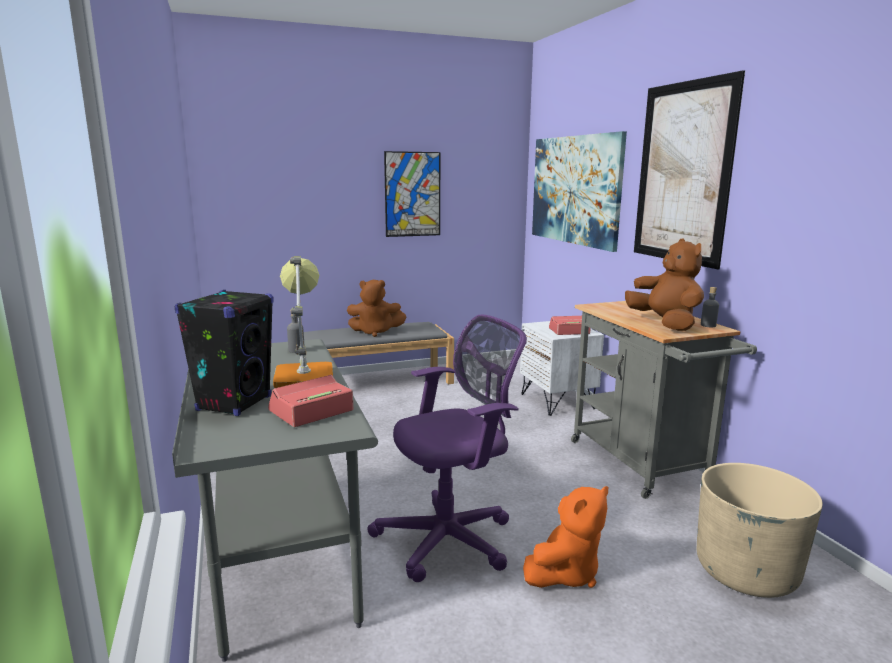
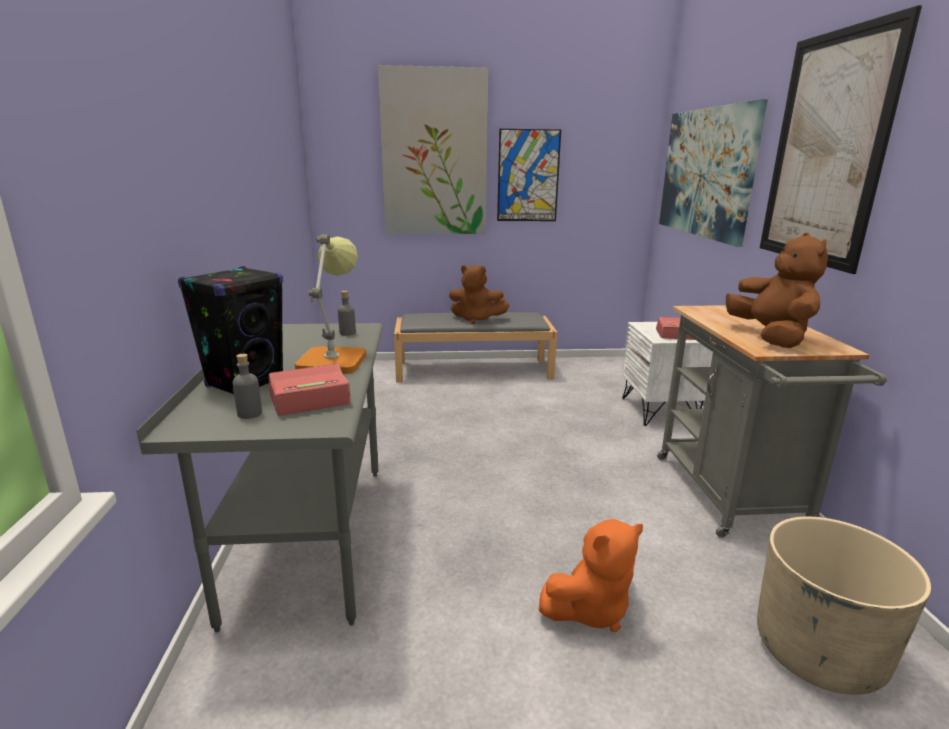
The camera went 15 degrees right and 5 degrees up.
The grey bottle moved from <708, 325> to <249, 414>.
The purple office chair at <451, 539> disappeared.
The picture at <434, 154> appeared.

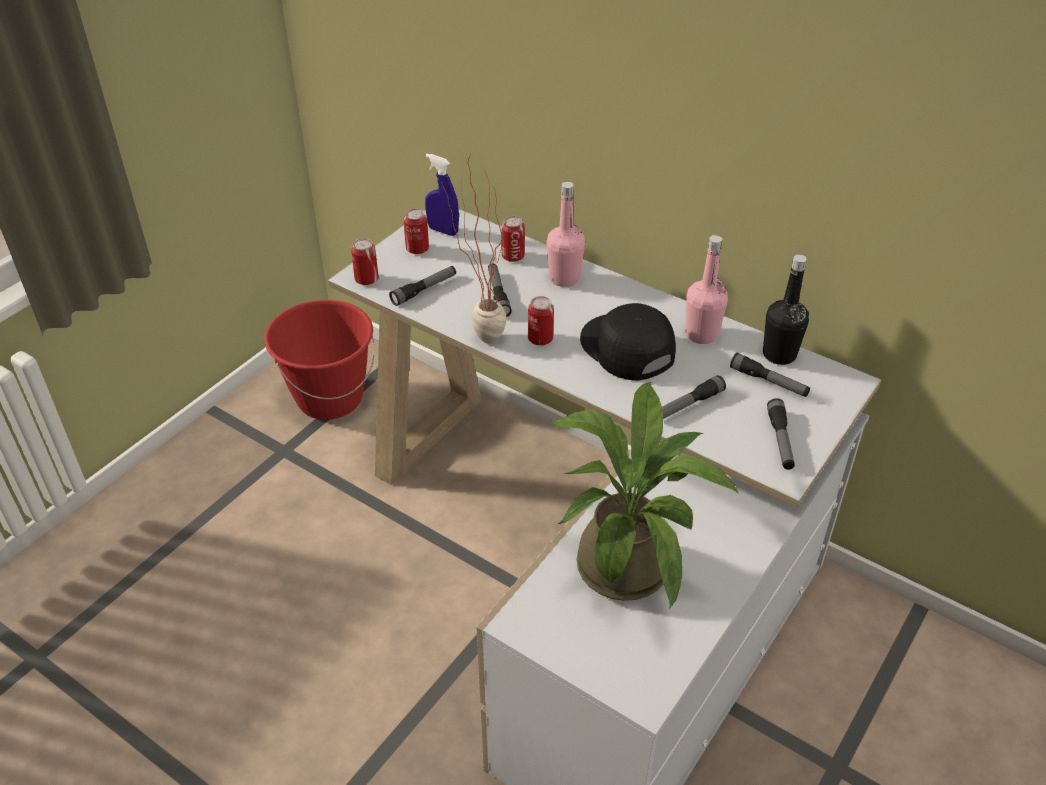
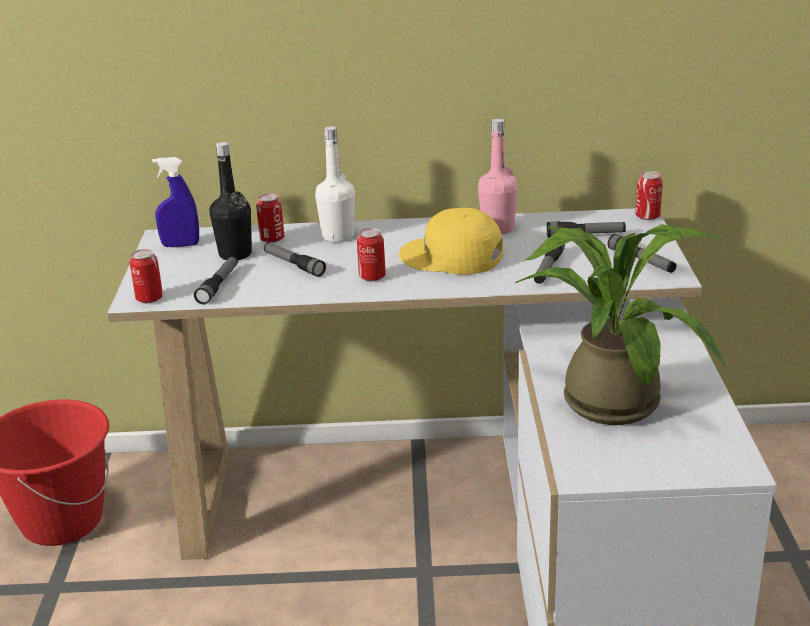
The camera went 35 degrees left and 15 degrees down.
The potted plant at <479, 336> disappeared.
The pink bottle at <564, 278> became the white bottle at <338, 236>.
The can moved from <417, 249> to <647, 216>.
The black bottle moved from <779, 354> to <235, 254>.
The black cap at <626, 348> became the yellow cap at <451, 257>.

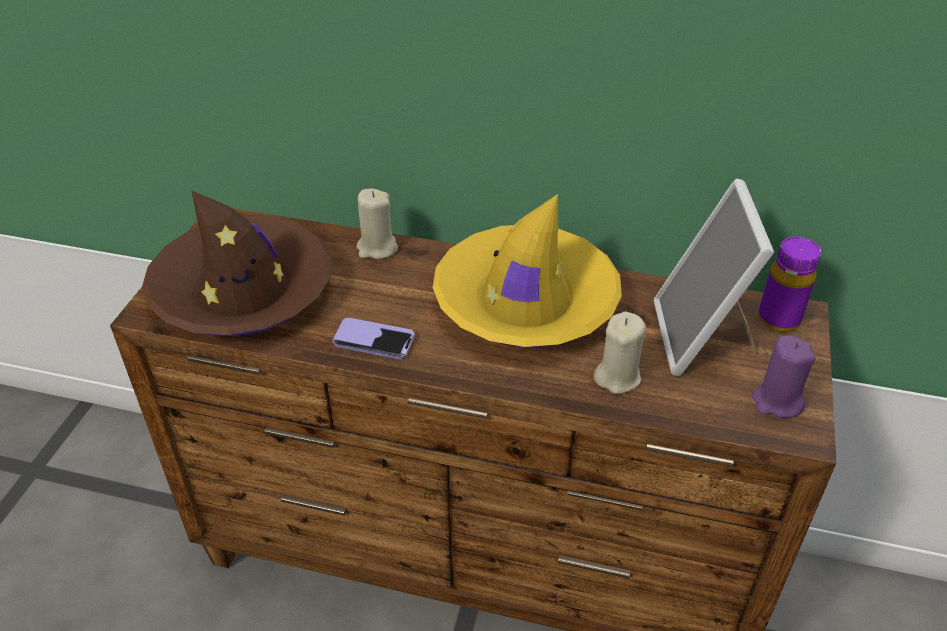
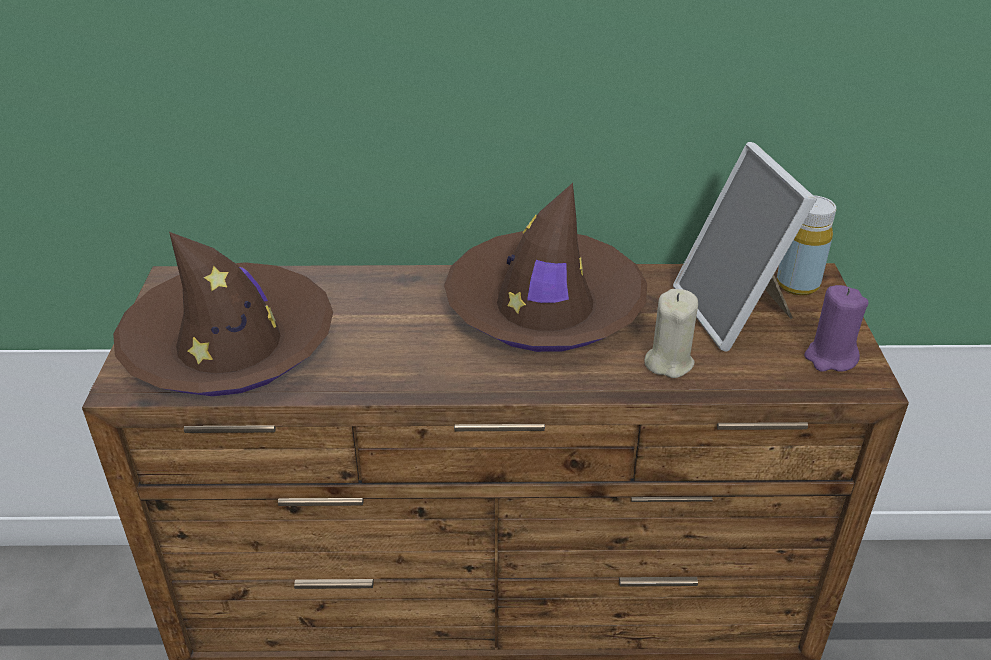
The camera went 15 degrees left and 5 degrees down.
The beige candle at <377, 248> disappeared.
The yellow hat at <525, 302> became the brown hat at <544, 308>.
The purple bottle at <778, 319> became the yellow bottle at <797, 284>.
The phone at <374, 340> disappeared.

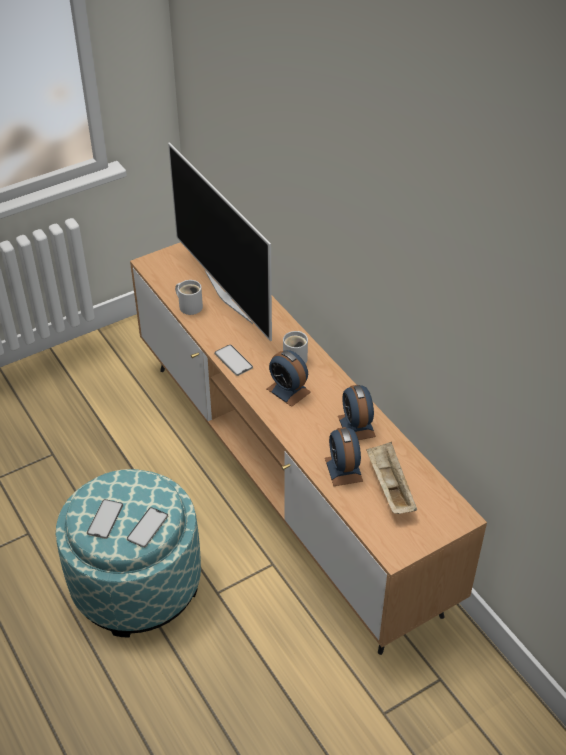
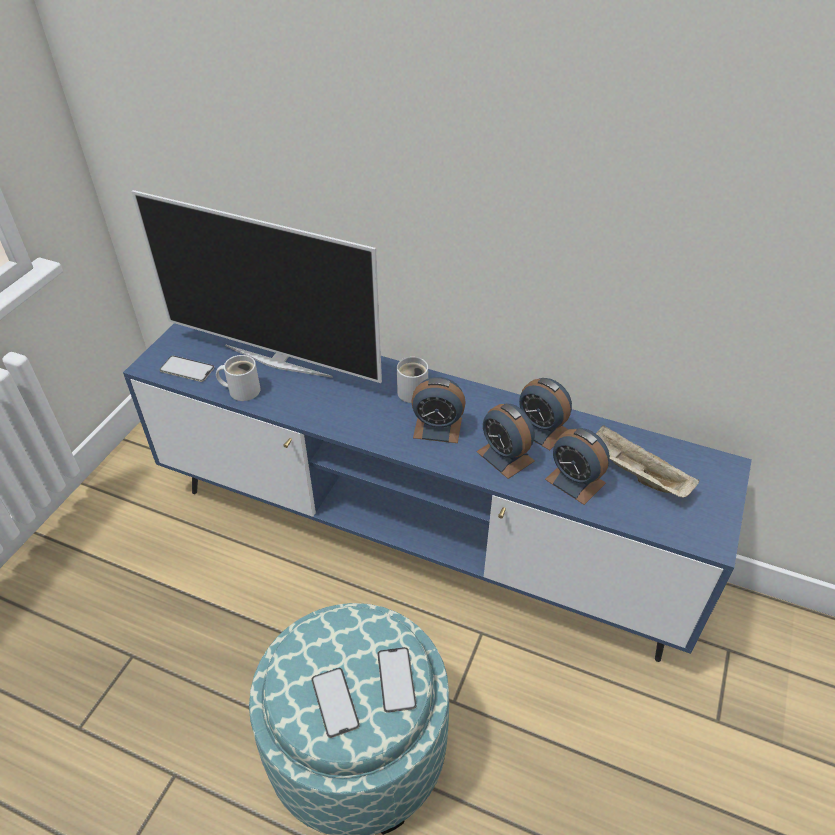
The camera went 35 degrees left and 0 degrees up.
The brown tv stand at <285, 480> became the blue tv stand at <418, 537>.
The phone moved from <233, 360> to <187, 369>.
The alarm clock at <505, 456> appeared.

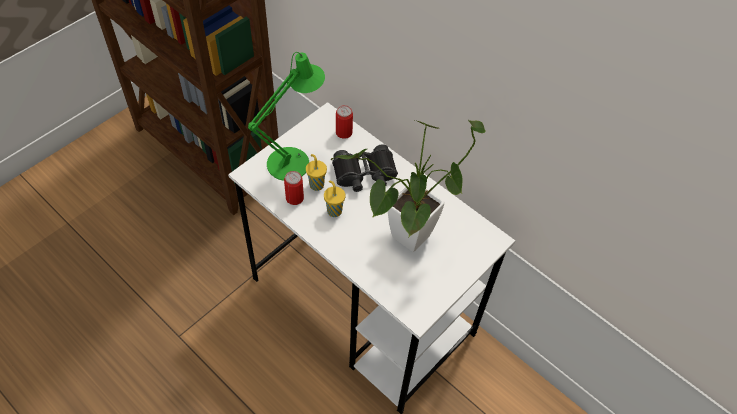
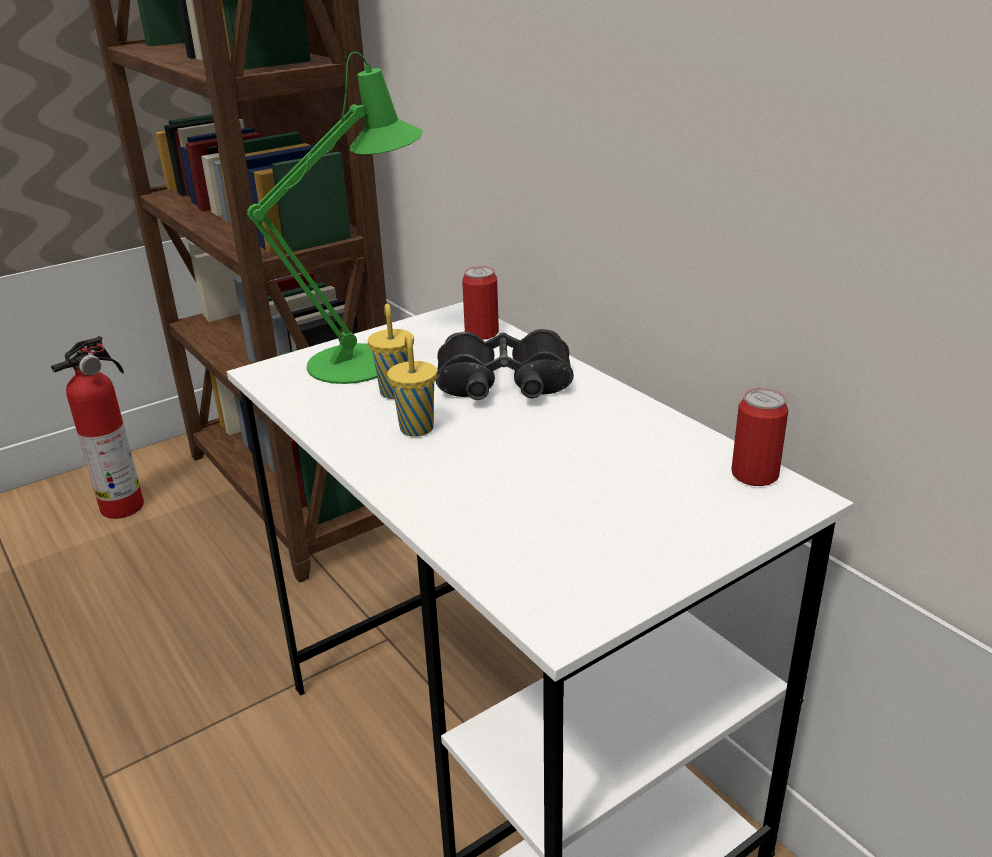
The camera went 15 degrees right and 25 degrees down.
The potted plant at <404, 242> disappeared.
The can moved from <294, 198> to <754, 475>.
The fire extinguisher at <125, 505> appeared.

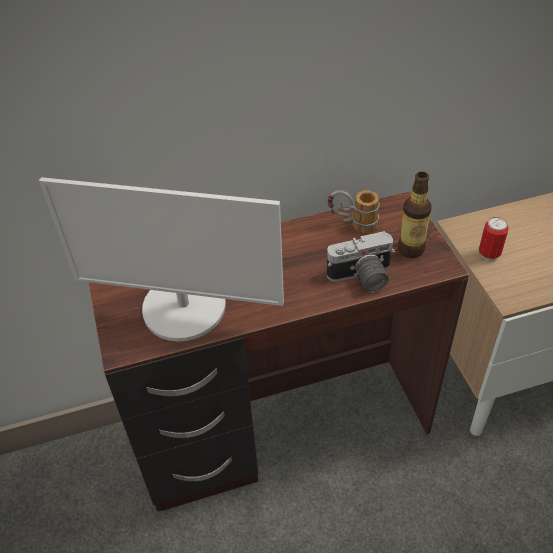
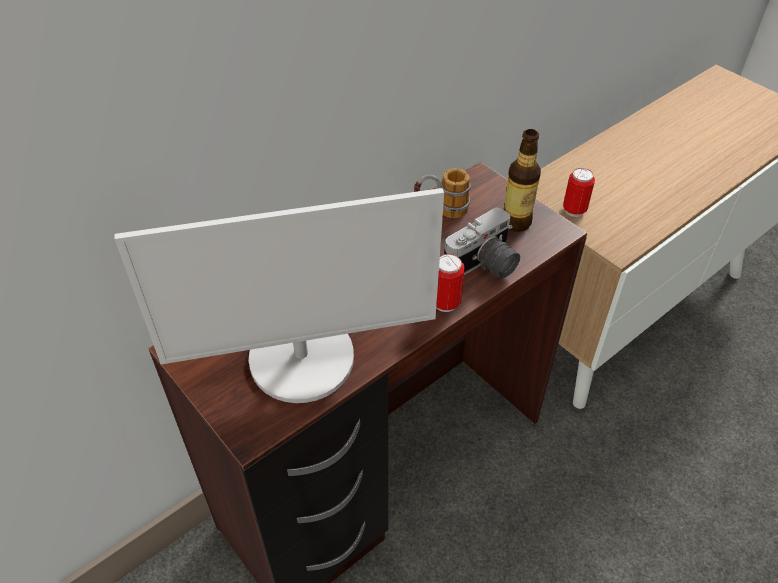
The camera went 25 degrees left and 0 degrees up.
The can at <445, 303> appeared.

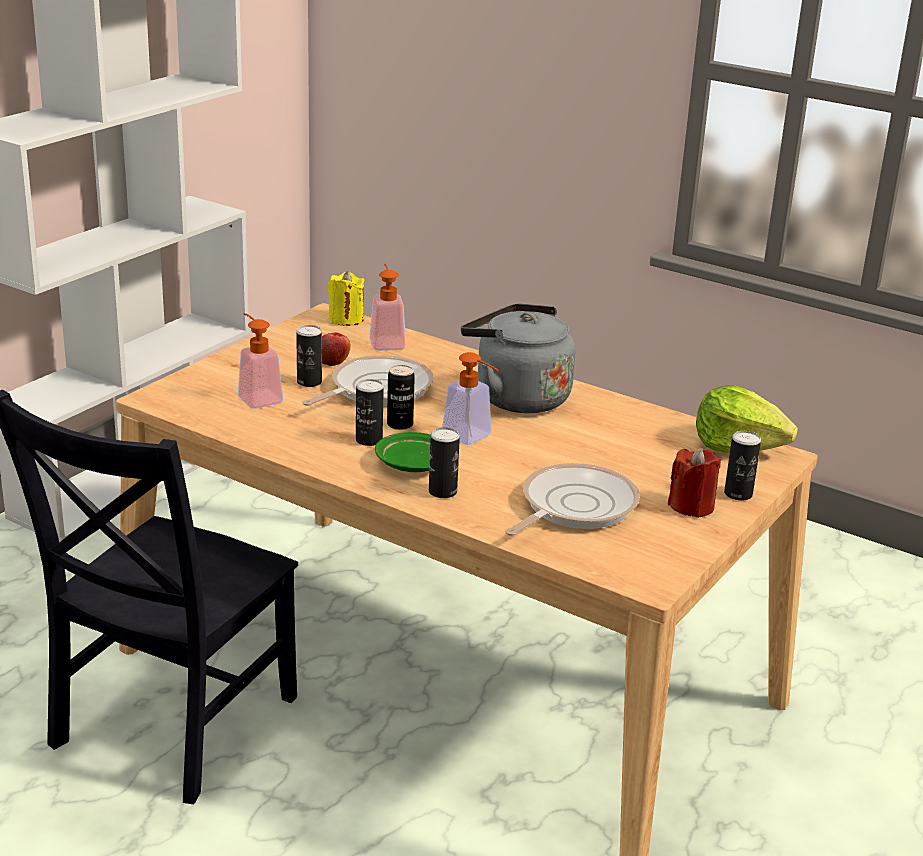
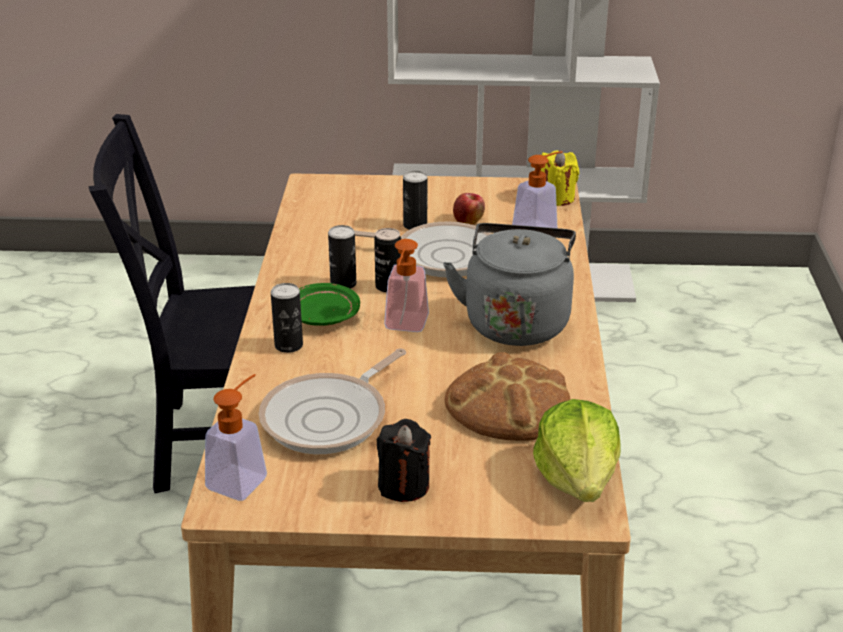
The camera went 60 degrees right and 5 degrees up.
The soap dispenser moved from <257, 397> to <243, 477>.
The can at <738, 494> disappeared.
The red candle at <691, 506> became the black candle at <403, 485>.
The frying pan at <573, 507> turned 120 degrees clockwise.
The bread at <508, 404> appeared.

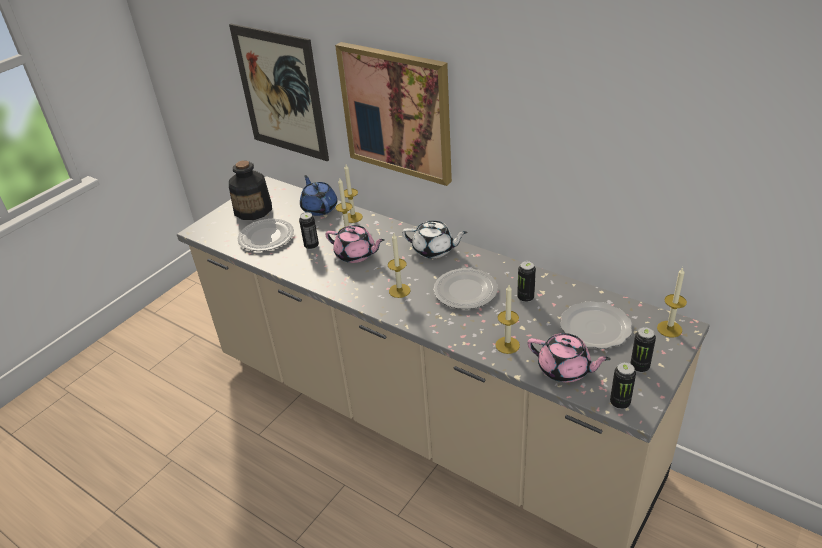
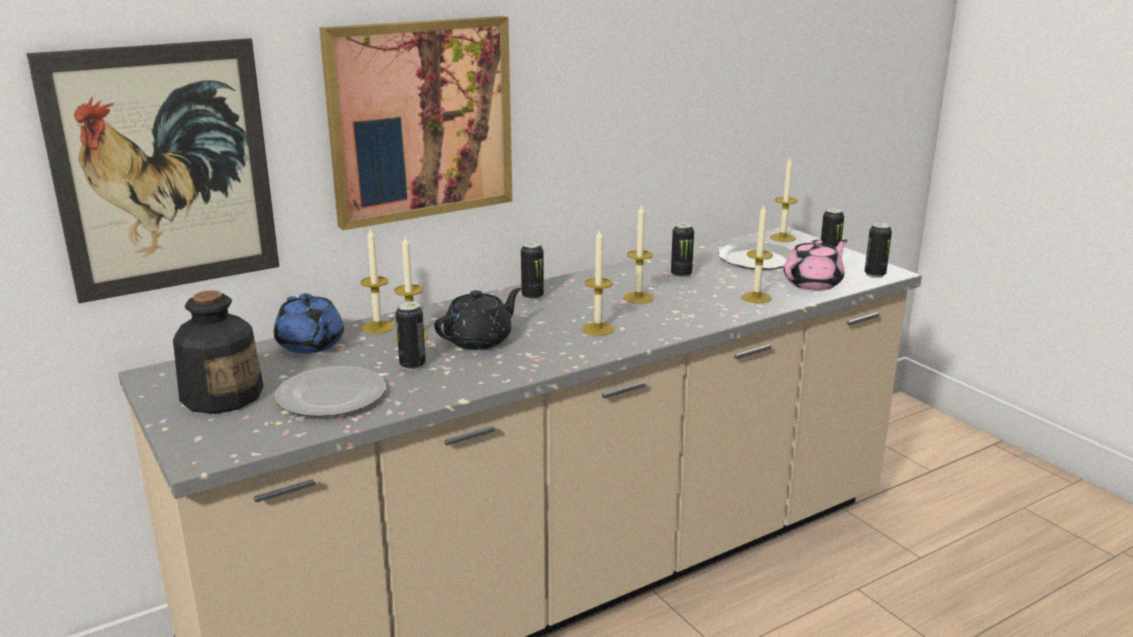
The camera went 70 degrees left and 15 degrees down.
The blue teapot at <319, 208> turned 120 degrees counterclockwise.
The white teapot at <434, 250> was replaced by the can at <532, 297>.
The pink teapot at <356, 255> became the black teapot at <479, 340>.
The plate at <464, 291> was replaced by the candle at <638, 298>.

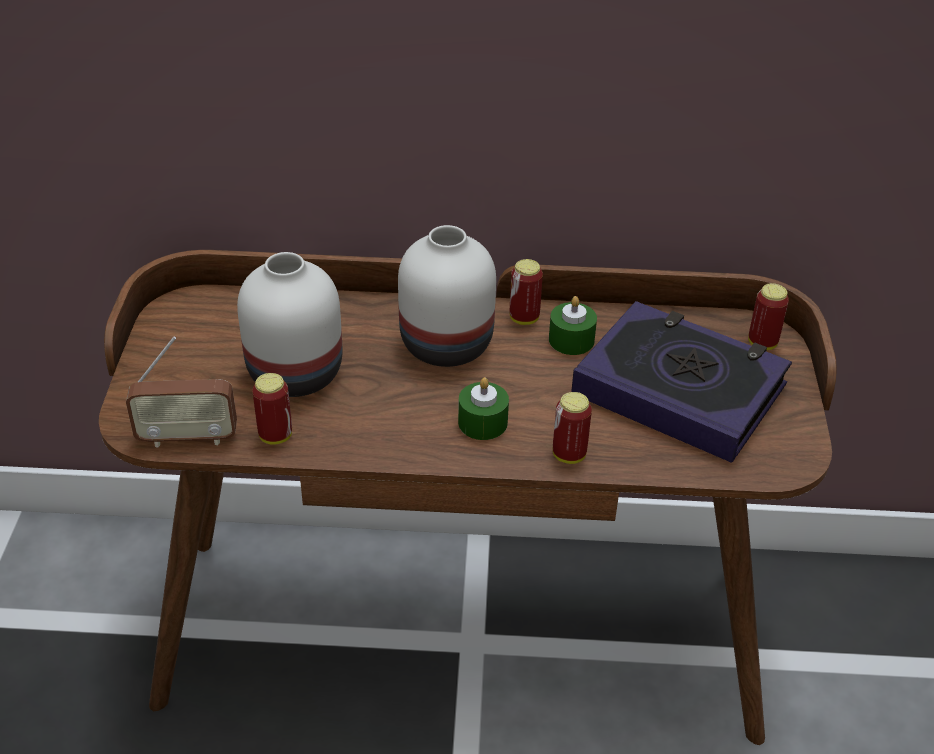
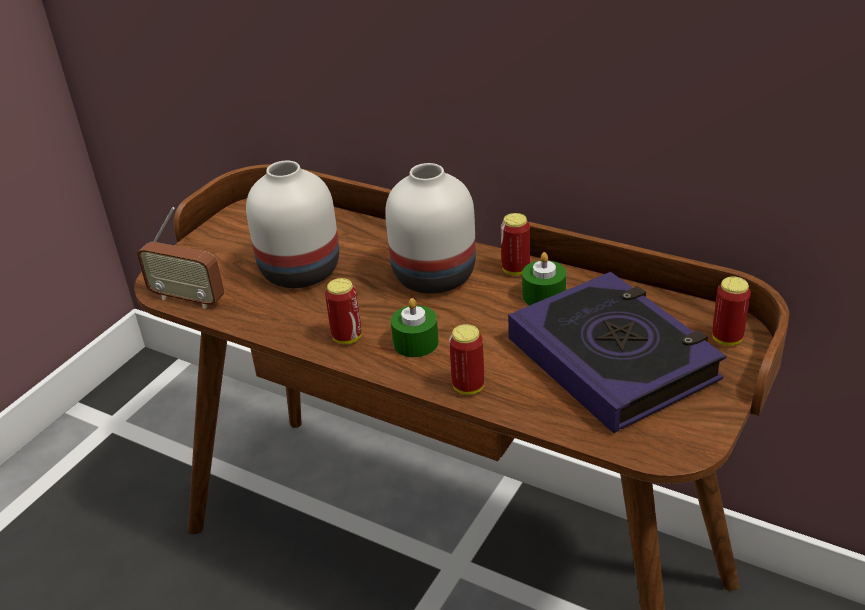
The camera went 30 degrees right and 5 degrees down.
The can moved from <275, 436> to <347, 338>.

